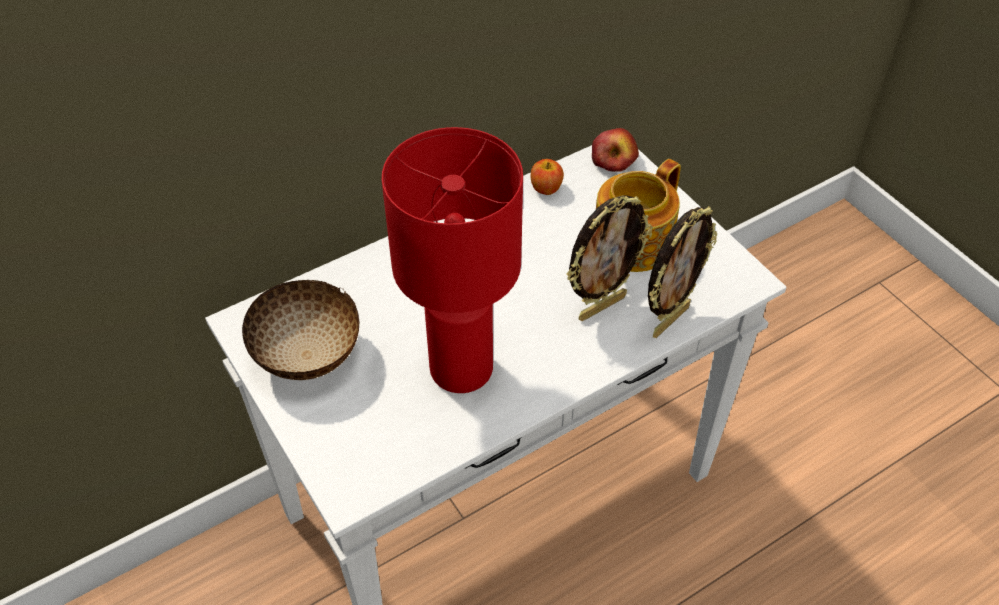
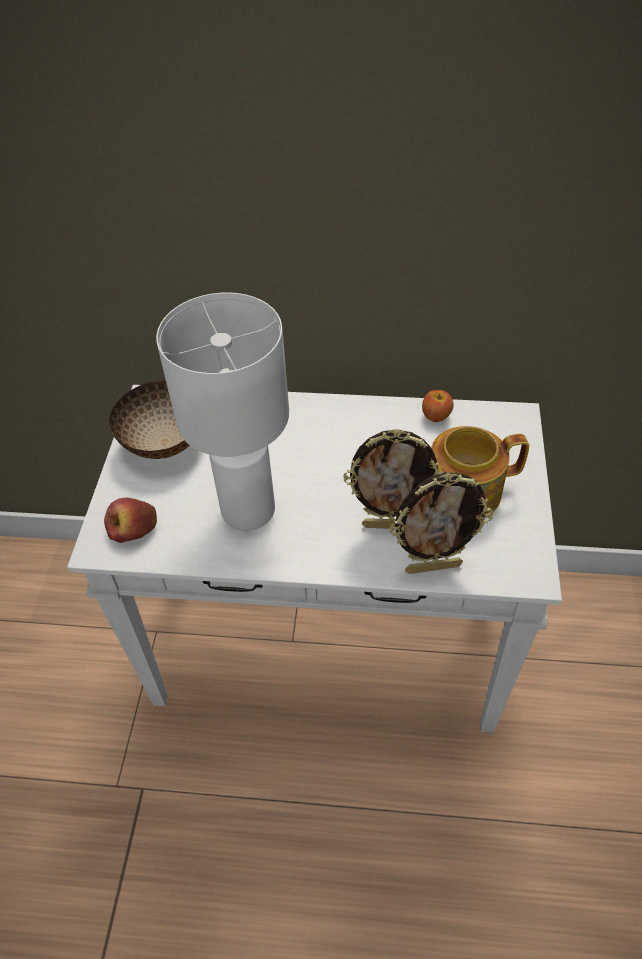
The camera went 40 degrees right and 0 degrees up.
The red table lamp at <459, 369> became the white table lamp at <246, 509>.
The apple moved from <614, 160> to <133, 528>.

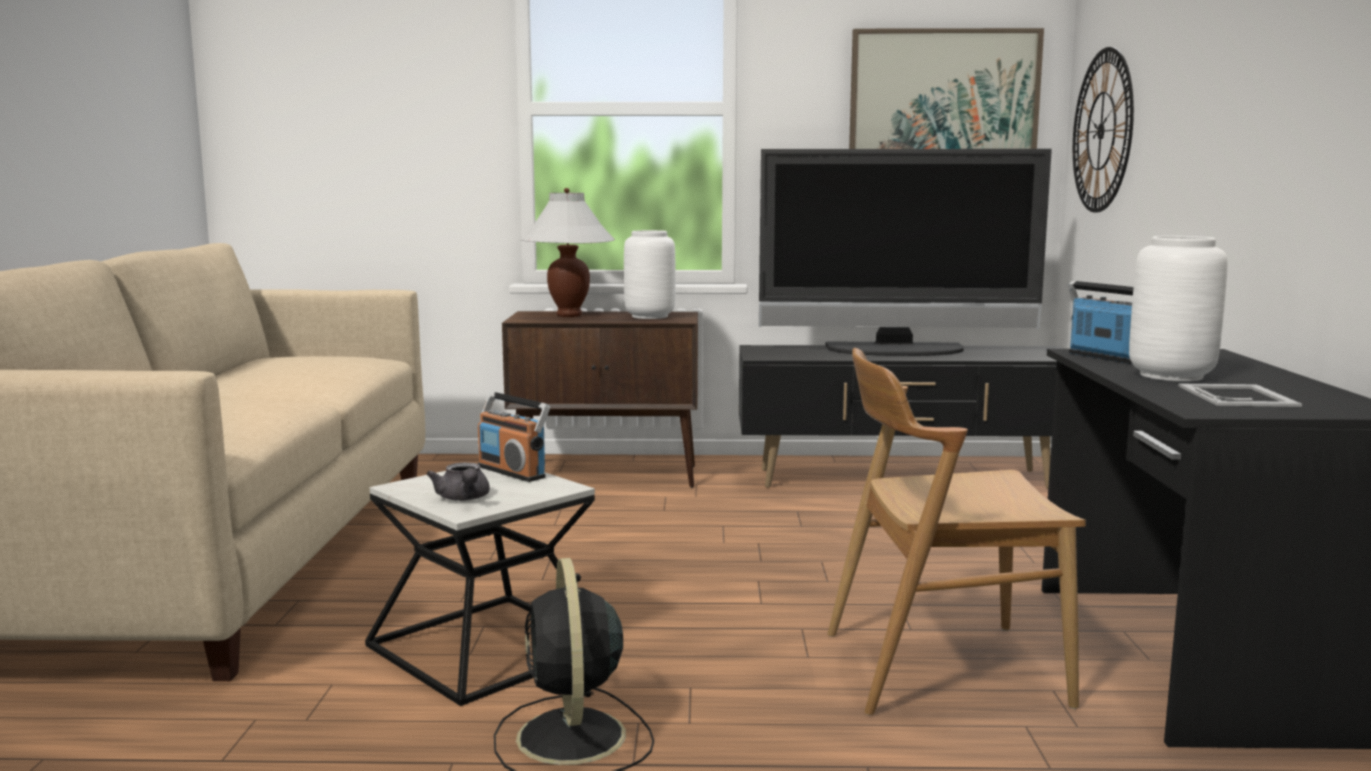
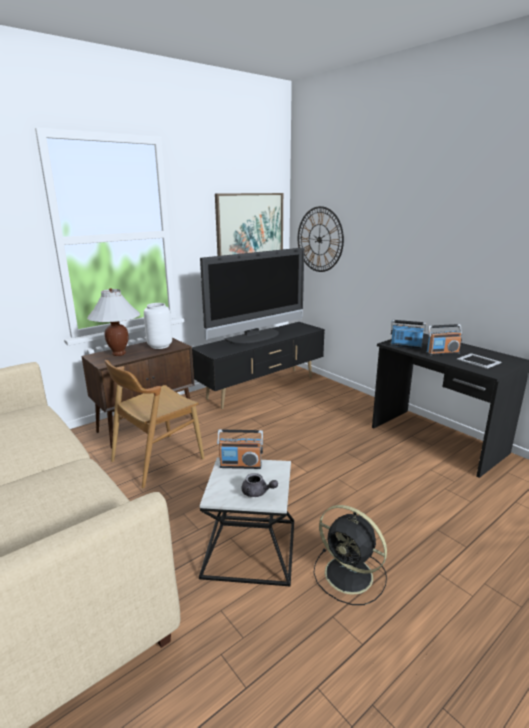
The camera went 40 degrees left and 10 degrees up.
The white vase at <1172, 376> was replaced by the radio at <442, 353>.
The brown chair moved from <942, 668> to <157, 460>.

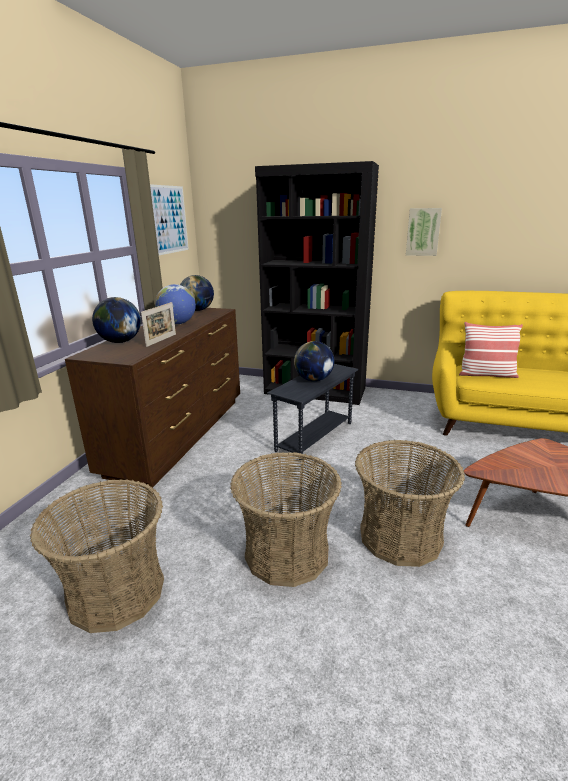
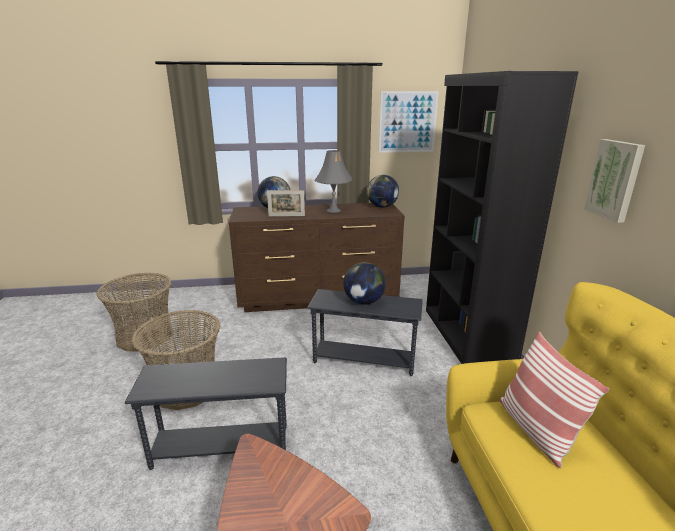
The camera went 65 degrees right and 0 degrees up.
The globe at <177, 323> was replaced by the grey table lamp at <333, 210>.
The basket at <400, 536> was replaced by the grey side table at <221, 446>.

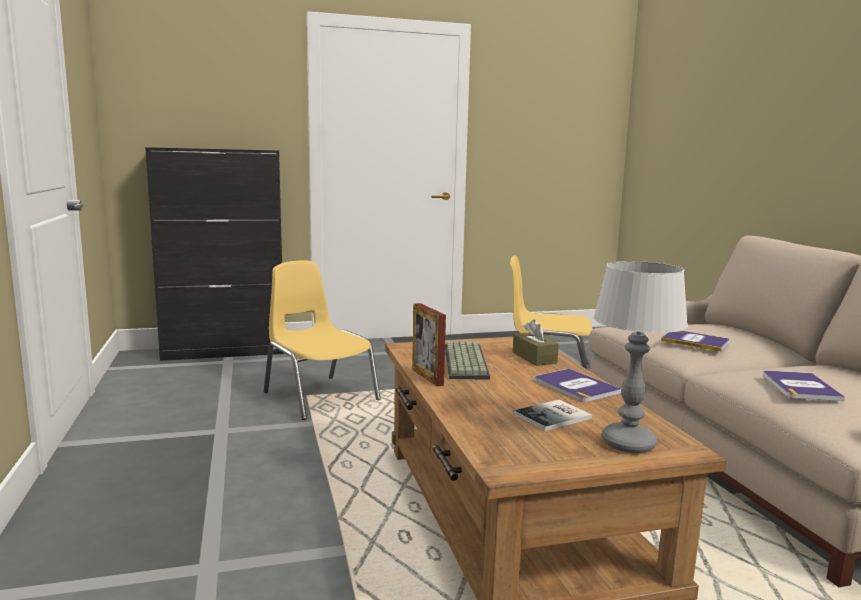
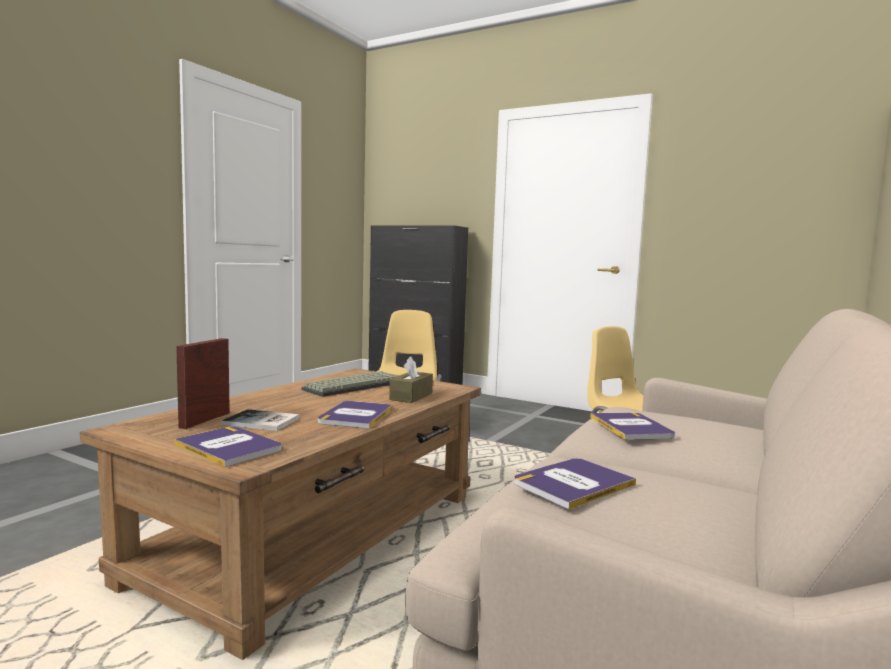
The camera went 45 degrees right and 5 degrees down.
The table lamp at <627, 443> was replaced by the book at <229, 447>.
The picture frame moved from <427, 377> to <205, 420>.

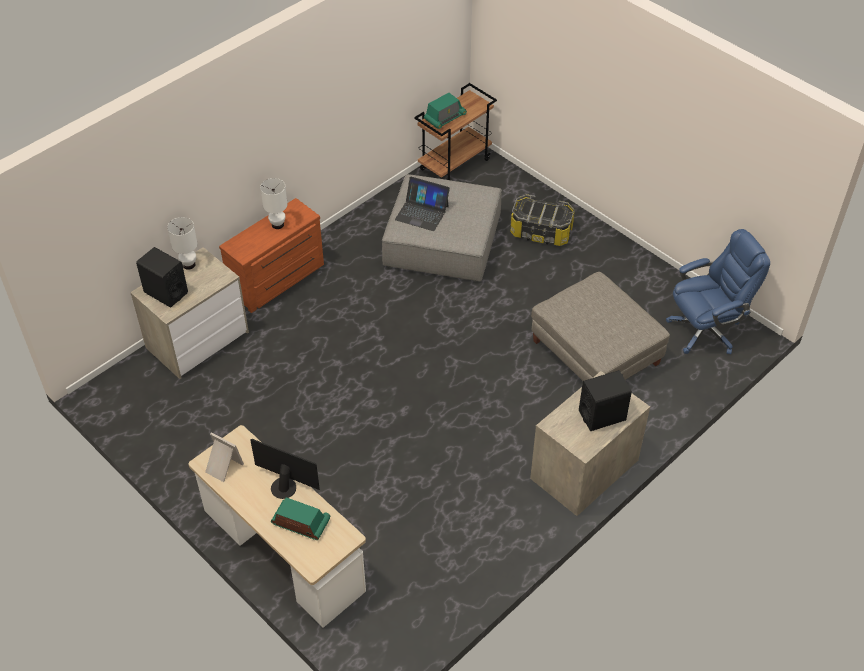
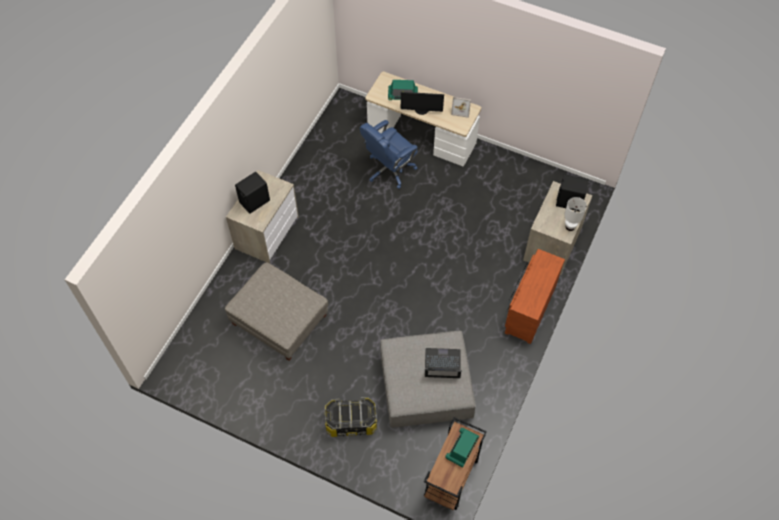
The camera went 160 degrees right and 10 degrees up.
The white table lamp at <278, 224> disappeared.
The blue office chair moved from <706, 330> to <389, 169>.

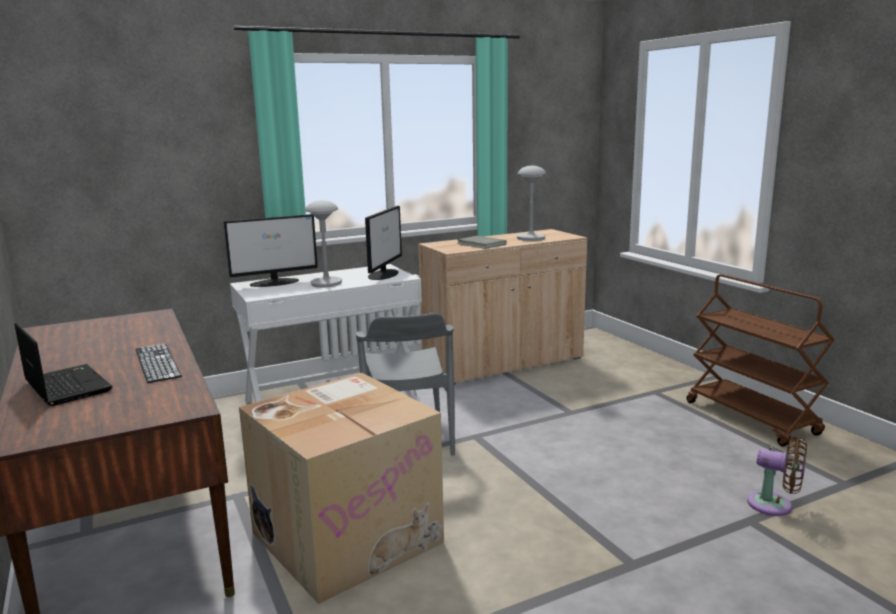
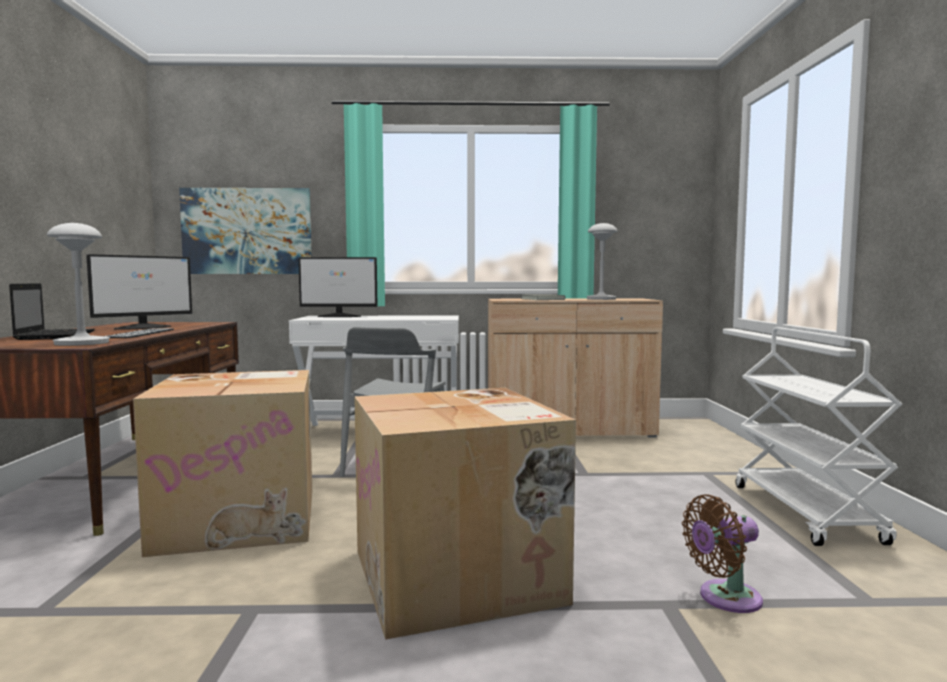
The camera went 25 degrees right and 10 degrees down.
The grey table lamp moved from <326, 283> to <82, 343>.
The monitor moved from <384, 274> to <144, 327>.
The brown cart at <752, 418> became the white cart at <806, 514>.
The brown fan at <775, 506> turned 105 degrees clockwise.
The picture at <247, 231> appeared.
The cardboard box at <459, 577> appeared.

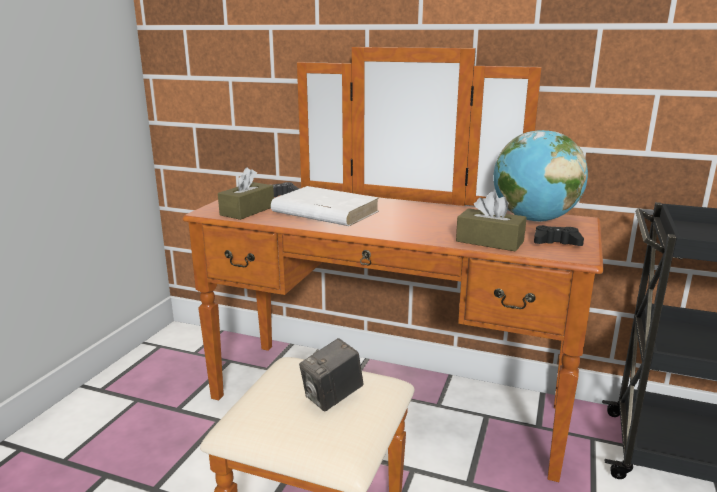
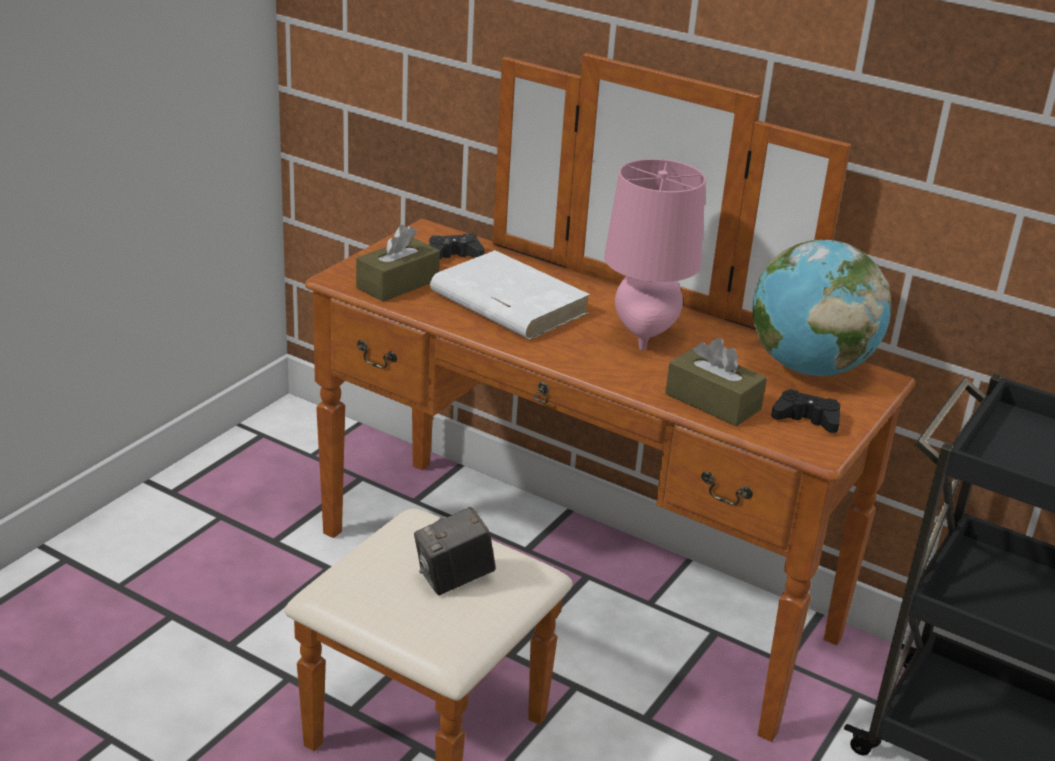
The camera went 10 degrees right and 10 degrees up.
The pink table lamp at <643, 335> appeared.

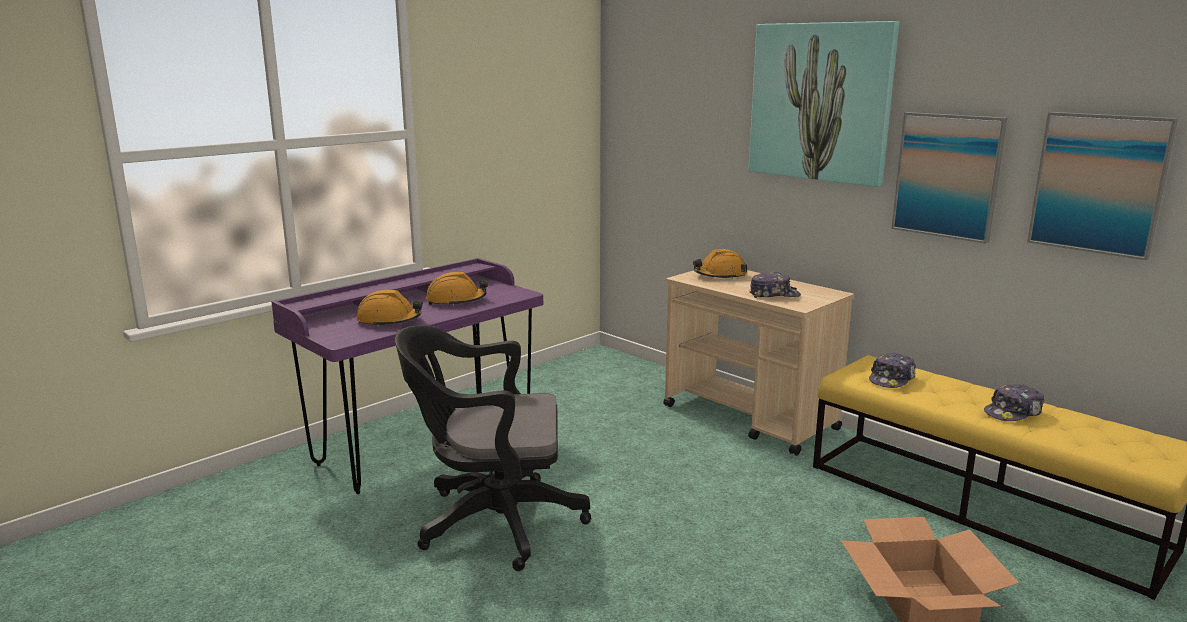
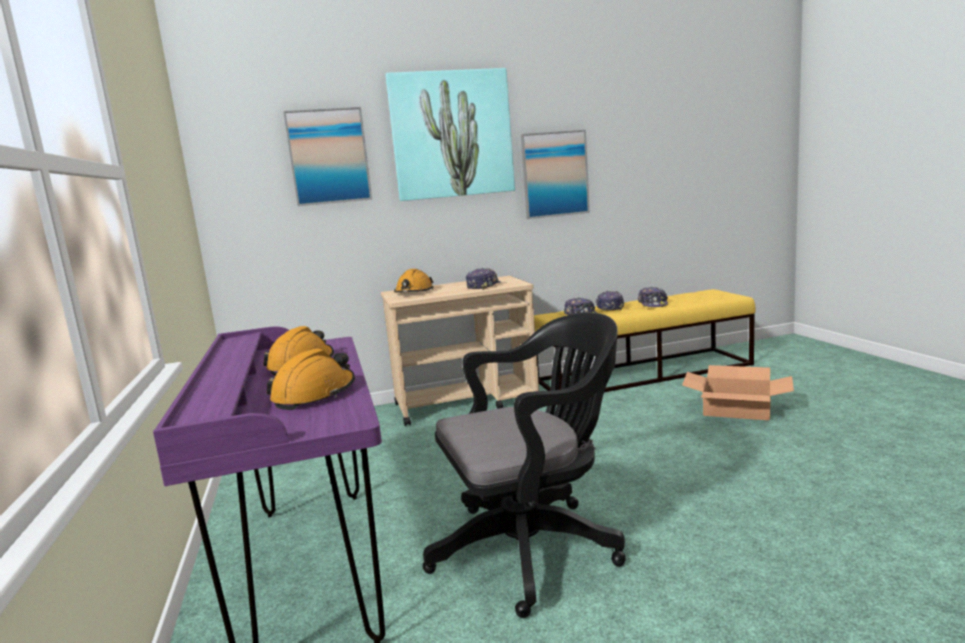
The camera went 60 degrees left and 5 degrees down.
The picture moved from <1099, 183> to <329, 157>.
The black office chair at <492, 522> turned 135 degrees counterclockwise.
The cap at <609, 307> appeared.

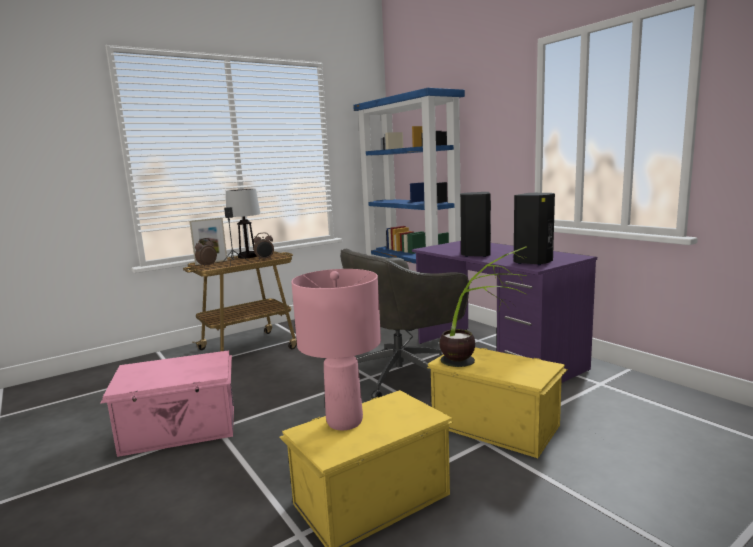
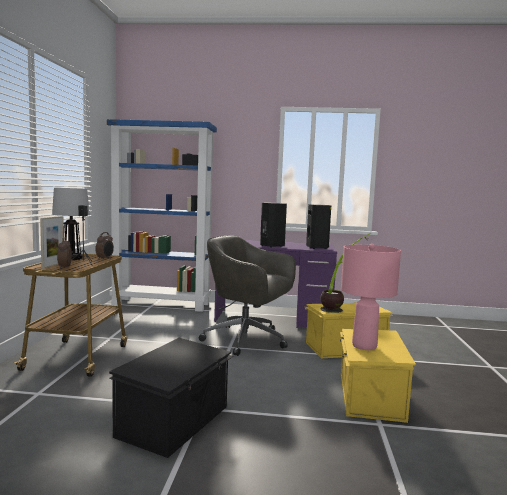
The camera went 50 degrees left and 5 degrees down.
The grey office chair at <403, 375> turned 105 degrees clockwise.
The pink storage box at <181, 430> became the black storage box at <175, 421>.

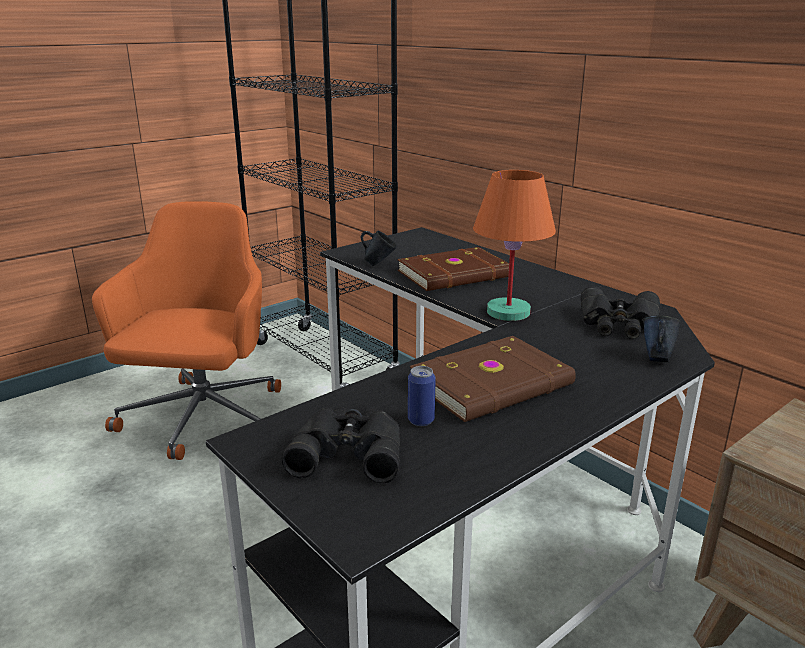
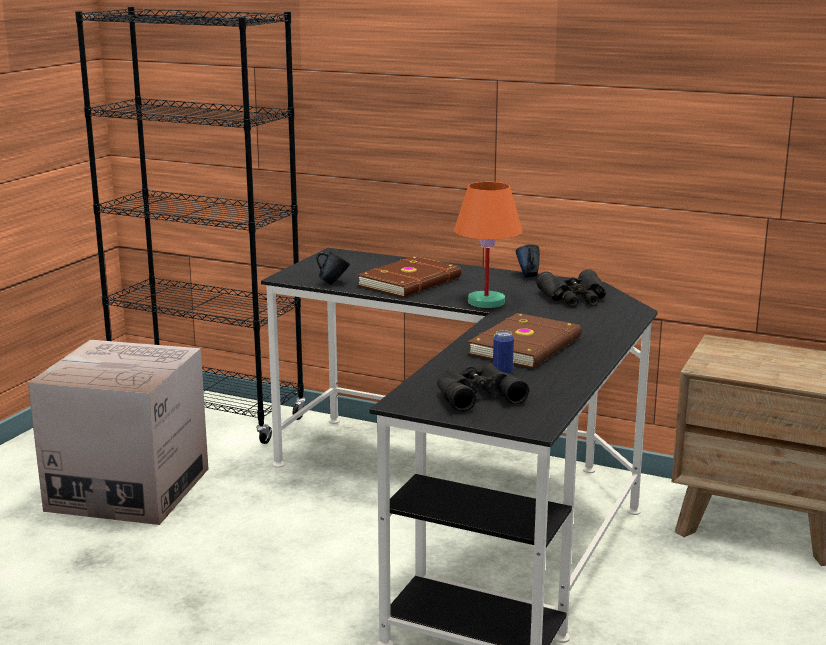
The camera went 25 degrees left and 5 degrees down.
The orange office chair at <203, 419> was replaced by the cardboard box at <129, 489>.
The blue mug moved from <656, 358> to <528, 275>.

